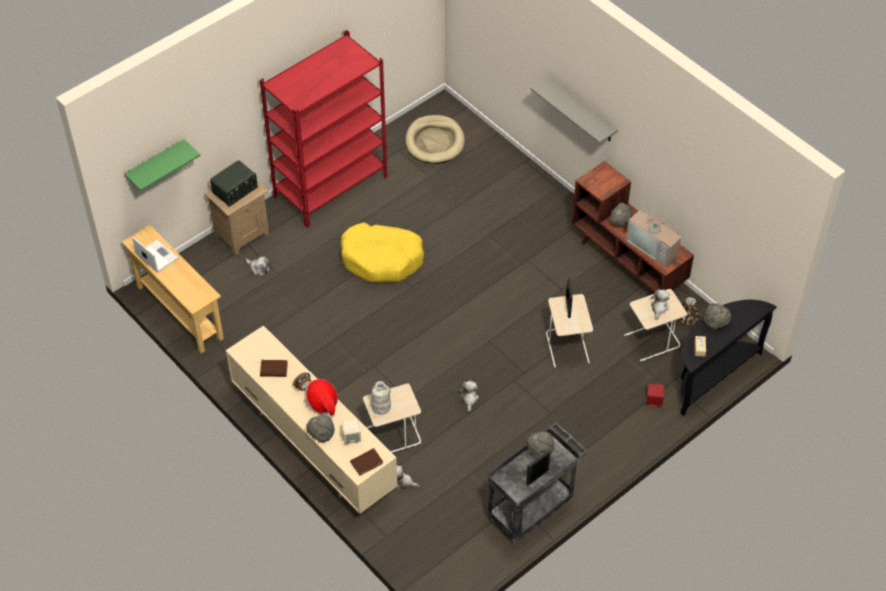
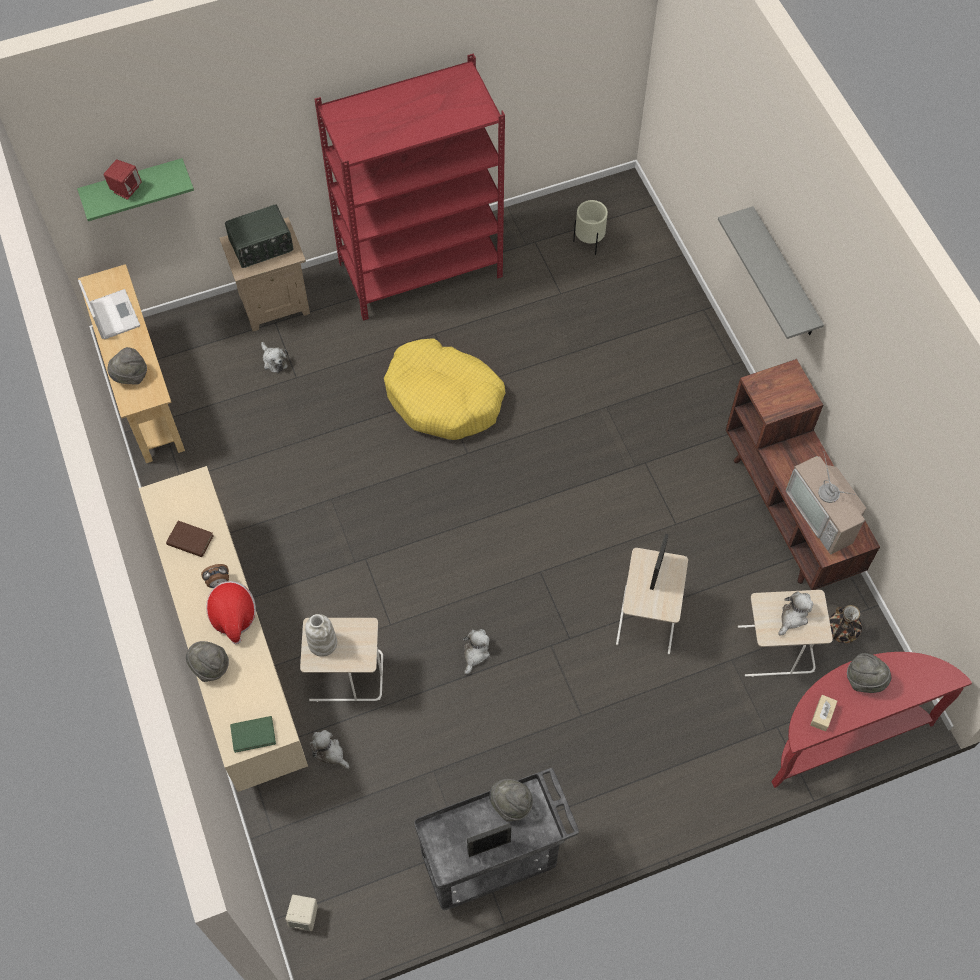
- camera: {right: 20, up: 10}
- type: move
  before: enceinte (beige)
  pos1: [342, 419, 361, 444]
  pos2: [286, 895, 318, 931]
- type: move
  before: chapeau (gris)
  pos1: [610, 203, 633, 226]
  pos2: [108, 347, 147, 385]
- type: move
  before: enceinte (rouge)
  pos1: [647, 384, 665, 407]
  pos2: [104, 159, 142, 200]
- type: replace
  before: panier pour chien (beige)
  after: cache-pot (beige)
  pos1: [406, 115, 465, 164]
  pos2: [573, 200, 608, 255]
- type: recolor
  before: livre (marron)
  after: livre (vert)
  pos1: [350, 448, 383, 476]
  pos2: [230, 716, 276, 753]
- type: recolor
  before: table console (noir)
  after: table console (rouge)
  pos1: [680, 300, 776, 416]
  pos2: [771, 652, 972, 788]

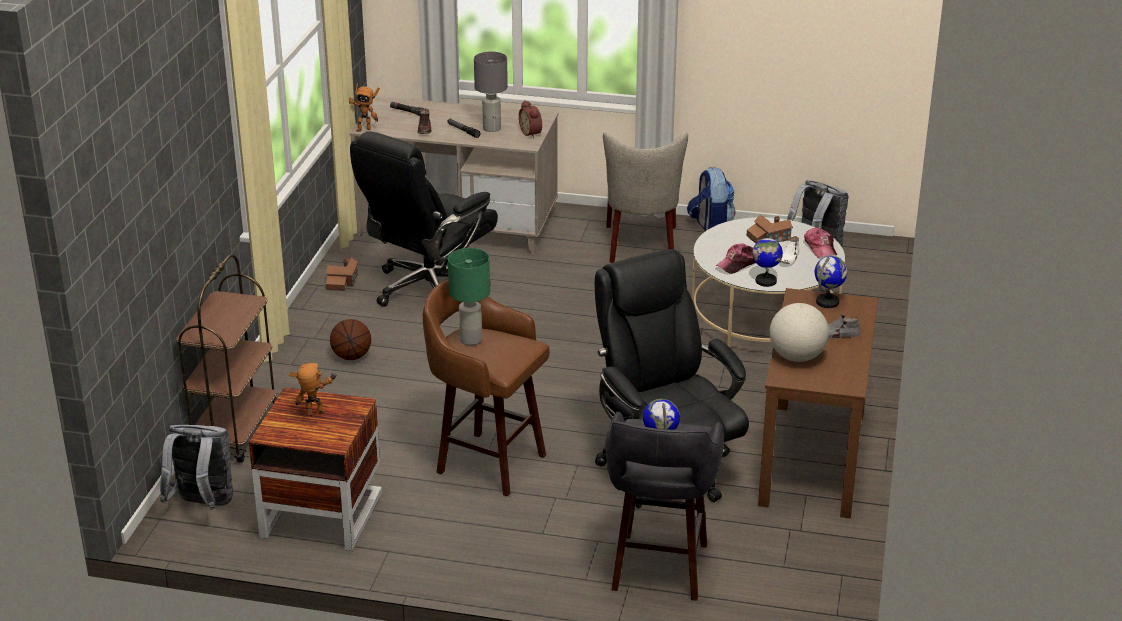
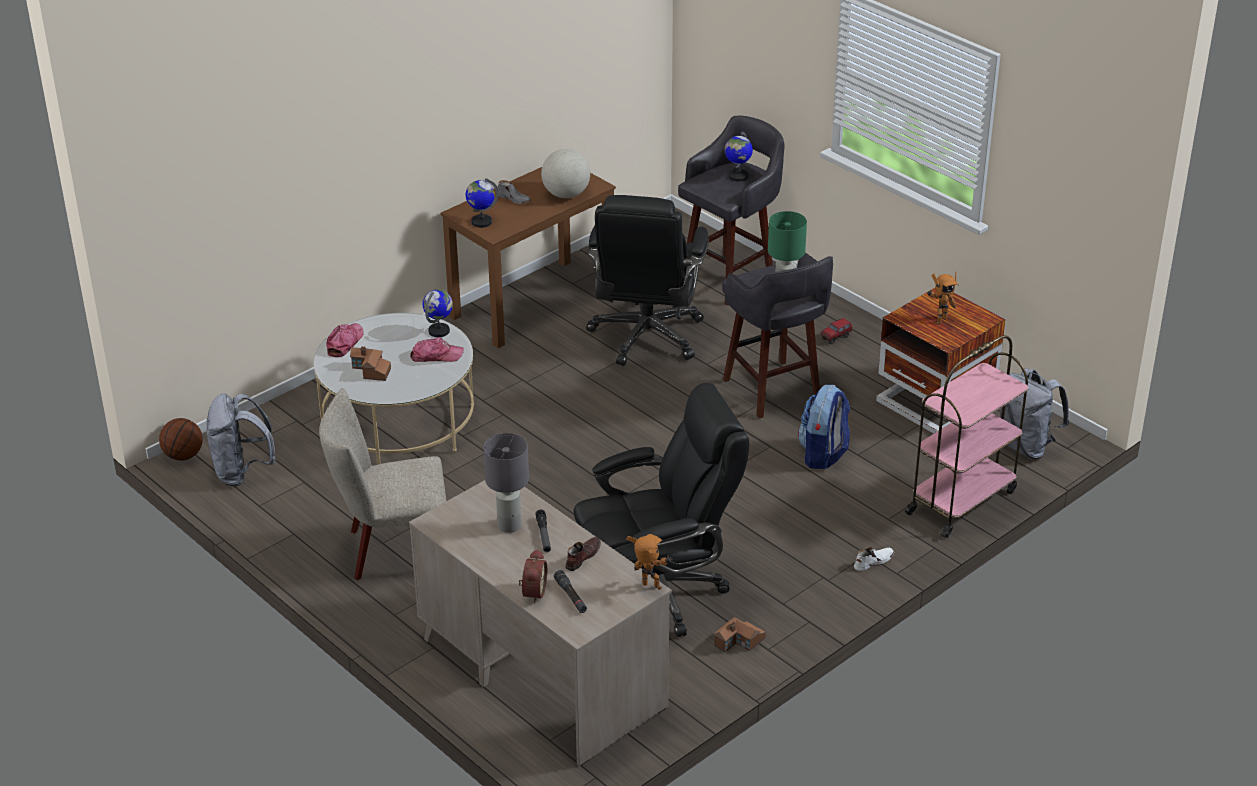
- camera: {right: -145, up: 5}
- type: insert
  after: camion jouet
  pos2: [821, 318, 852, 344]
- type: move
  before: ballon de basket
  pos1: [330, 319, 371, 360]
  pos2: [159, 418, 203, 461]
- type: move
  before: réveil
  pos1: [519, 100, 542, 138]
  pos2: [519, 549, 547, 603]
- type: move
  before: sac à dos
  pos1: [687, 167, 735, 231]
  pos2: [798, 385, 850, 469]
- type: move
  before: chaussure (blanc)
  pos1: [780, 236, 799, 264]
  pos2: [854, 547, 894, 571]
- type: recolor
  before: chariot (marron)
  after: chariot (rose)
  pos1: [176, 254, 277, 463]
  pos2: [905, 335, 1029, 538]
- type: recolor
  before: tabouret (marron)
  after: tabouret (gris)
  pos1: [423, 279, 549, 496]
  pos2: [722, 253, 833, 419]
- type: rotate
  before: robot jouet
  pos1: [289, 363, 337, 416]
  pos2: [927, 271, 959, 325]
  turn: -60
- type: rotate
  before: chaise (beige)
  pos1: [603, 132, 688, 263]
  pos2: [319, 389, 446, 580]
  turn: -135

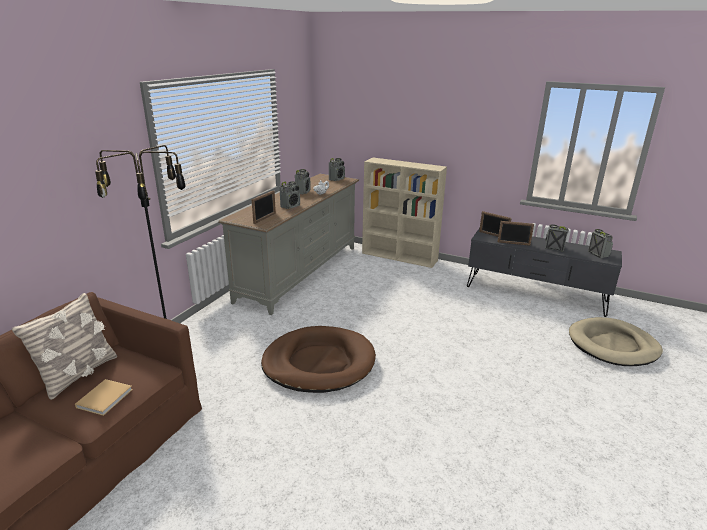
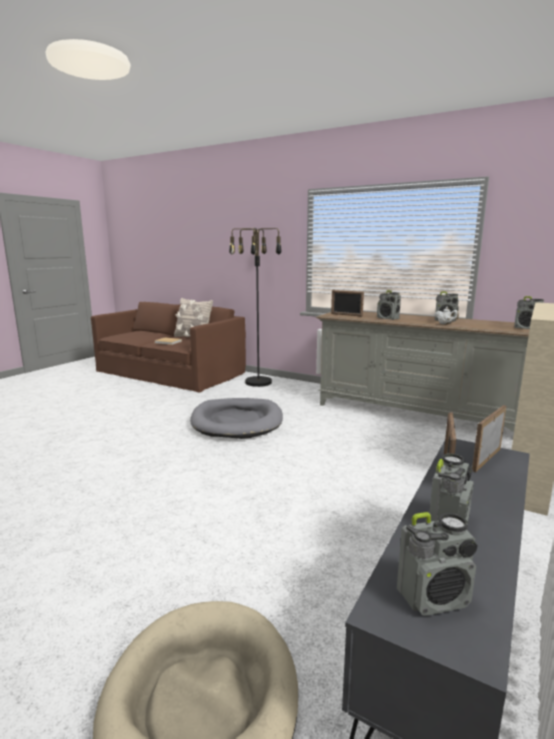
- camera: {right: 95, up: -10}
- type: recolor
  before: panier pour chien (marron)
  after: panier pour chien (gris)
  pos1: [261, 326, 376, 393]
  pos2: [190, 398, 283, 439]

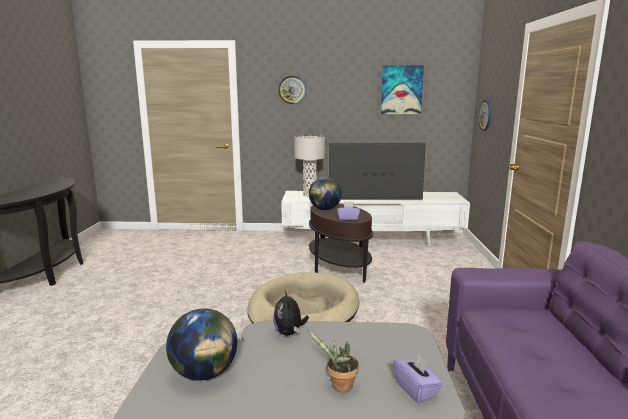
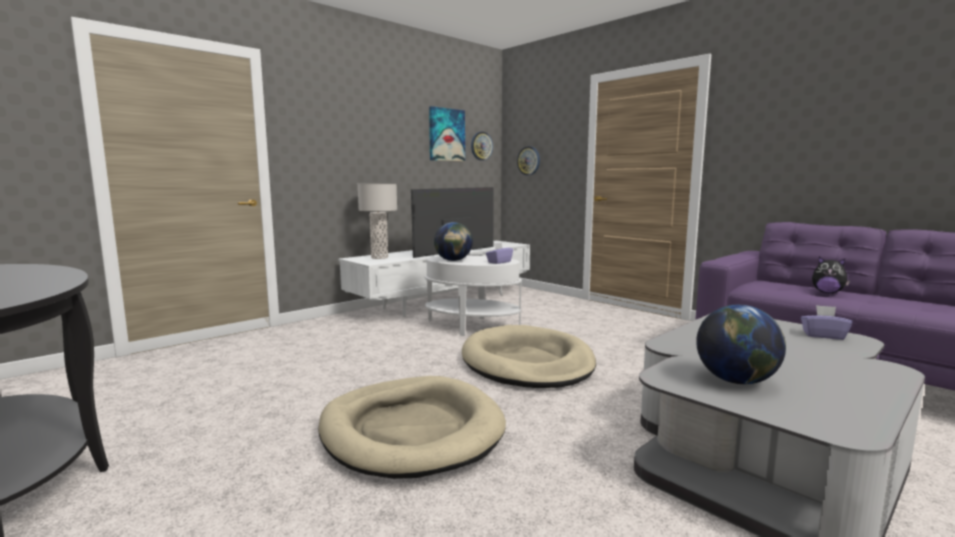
- camera: {right: -45, up: -5}
- type: delete
  before: plante en pot
  pos1: [307, 330, 359, 392]
- type: insert
  after: panier pour chien (beige)
  pos2: [318, 376, 506, 479]
- type: move
  before: peluche
  pos1: [273, 290, 309, 336]
  pos2: [812, 257, 850, 293]
- type: move
  before: horloge murale
  pos1: [278, 76, 306, 104]
  pos2: [471, 132, 493, 161]
- type: recolor
  before: table d'appoint (marron)
  after: table d'appoint (blanc)
  pos1: [309, 203, 373, 283]
  pos2: [424, 256, 522, 336]

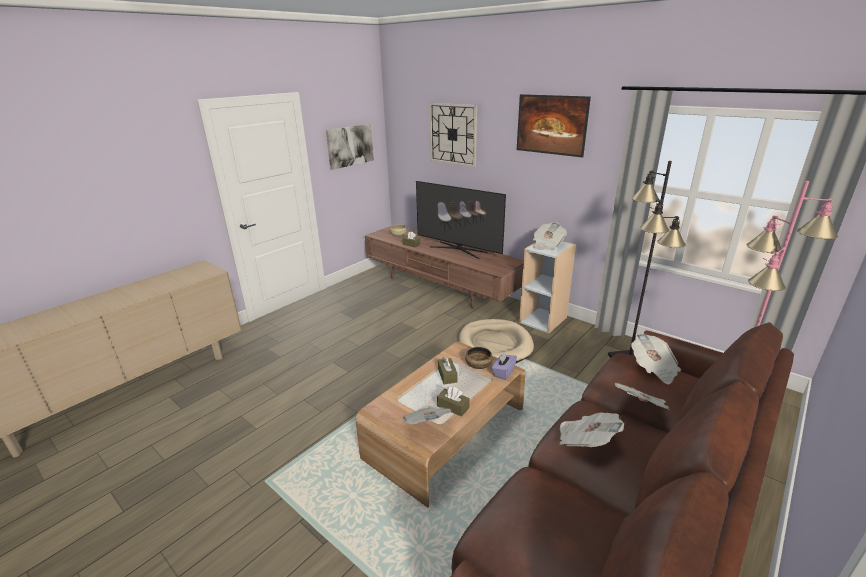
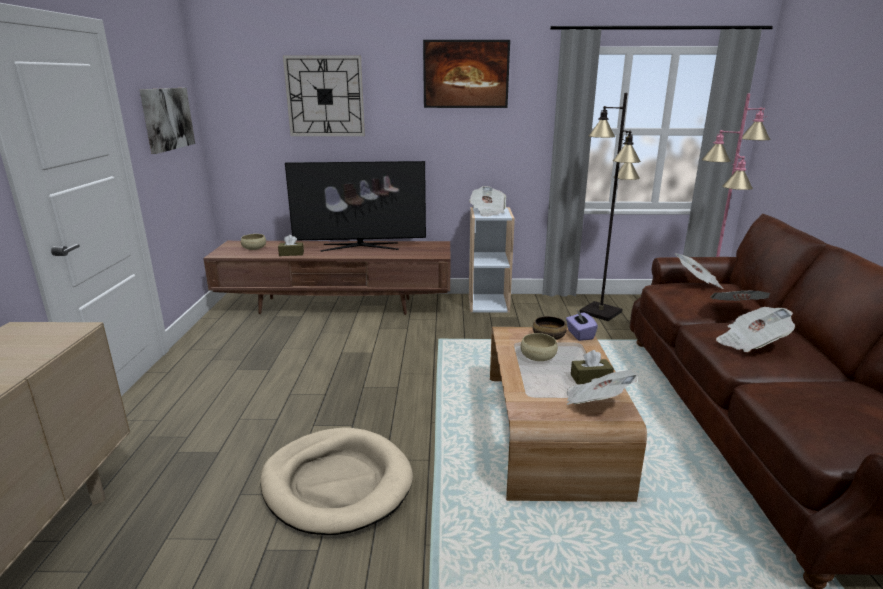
- camera: {right: -40, up: -5}
- type: move
  before: panier pour chien (beige)
  pos1: [459, 319, 534, 363]
  pos2: [260, 427, 413, 535]
- type: replace
  before: boîte à mouchoirs (marron)
  after: bol (beige)
  pos1: [438, 357, 458, 384]
  pos2: [520, 333, 558, 361]

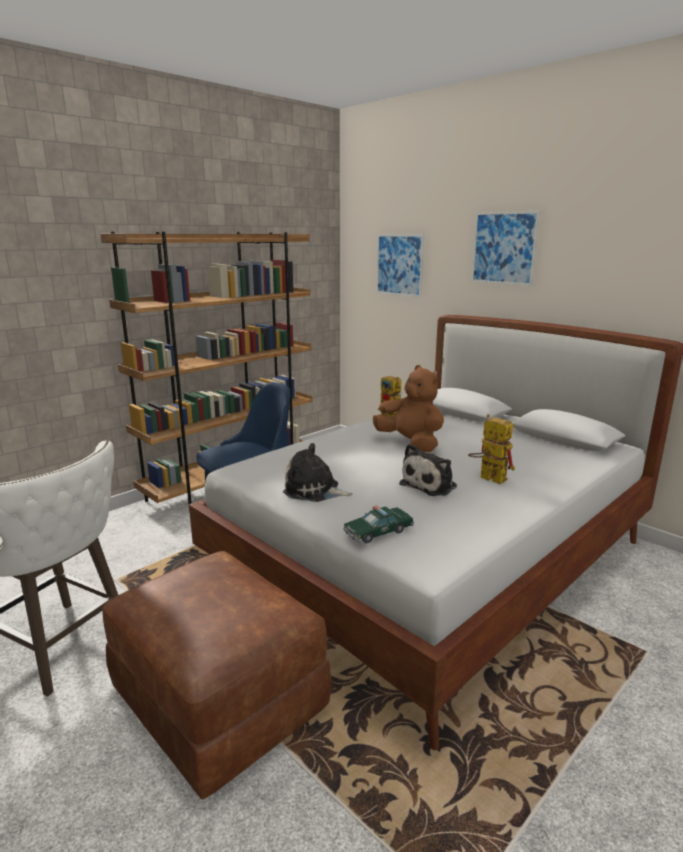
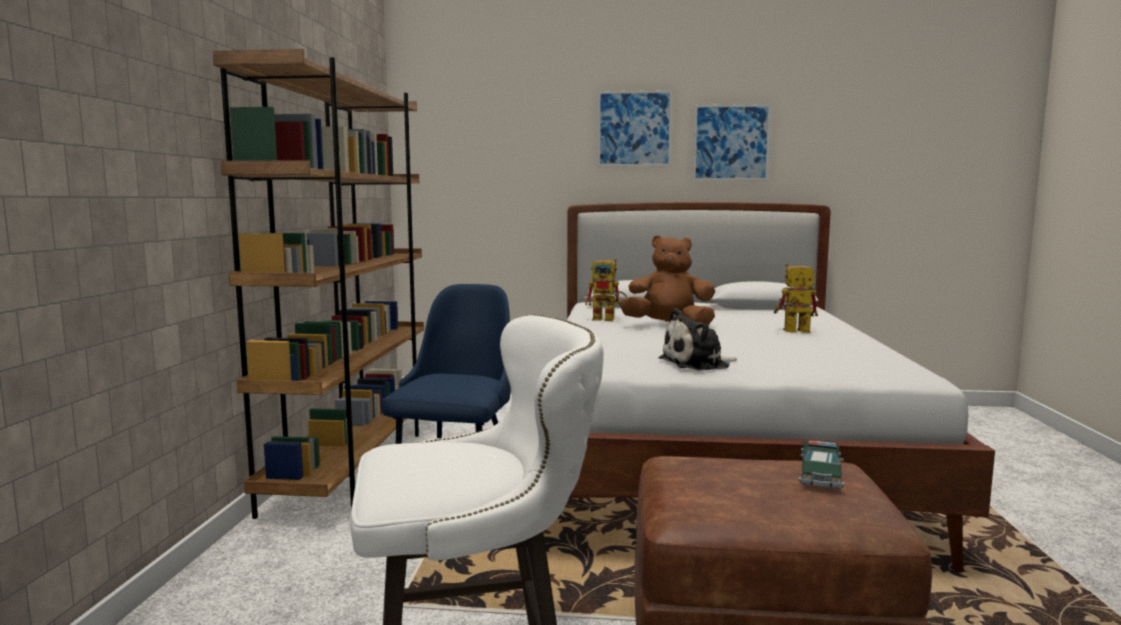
- camera: {right: -40, up: -10}
- type: delete
  before: peluche
  pos1: [399, 444, 457, 496]
- type: move
  before: petite voiture
  pos1: [343, 506, 414, 543]
  pos2: [799, 440, 845, 488]
- type: move
  before: tableau
  pos1: [376, 234, 424, 297]
  pos2: [693, 104, 771, 181]

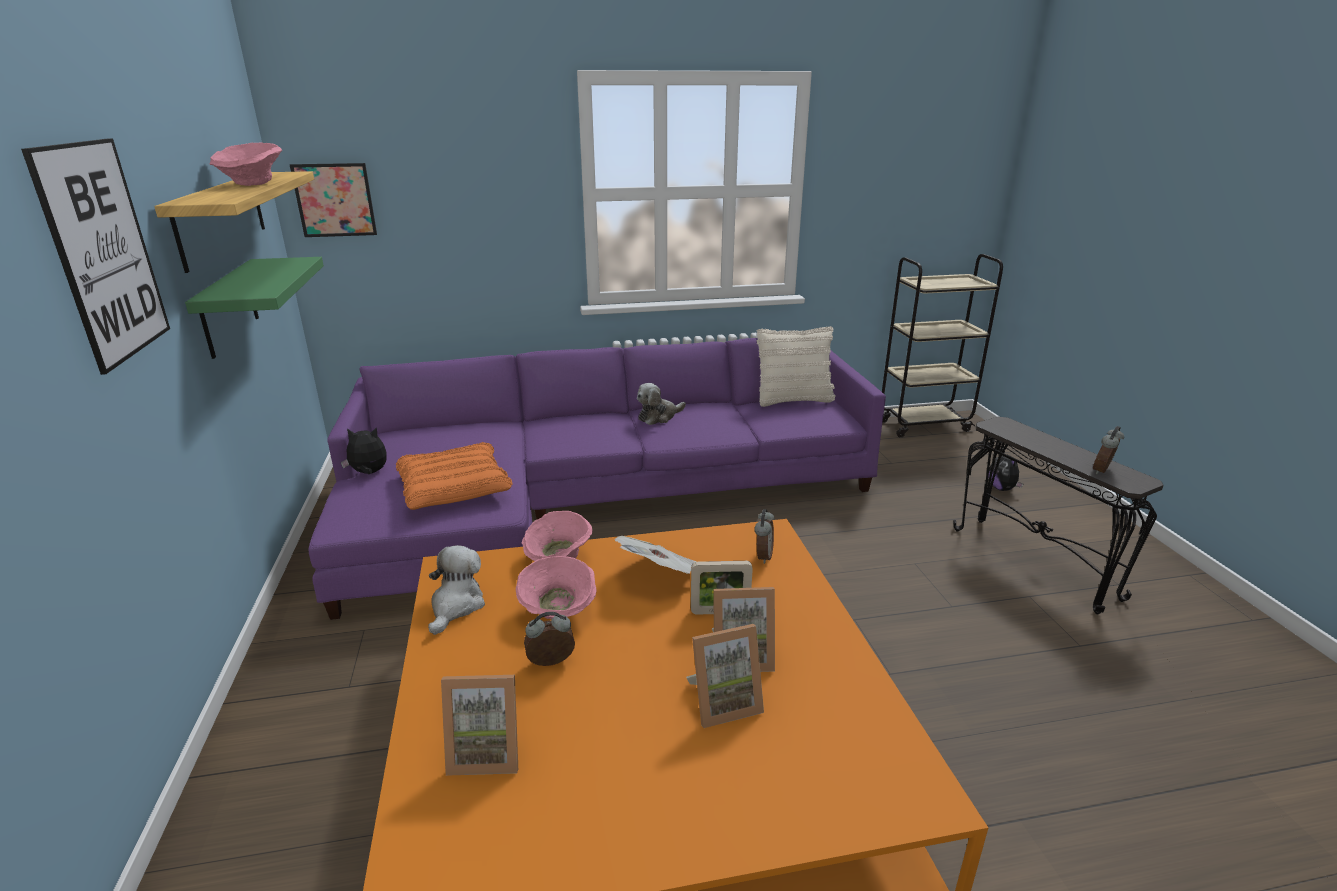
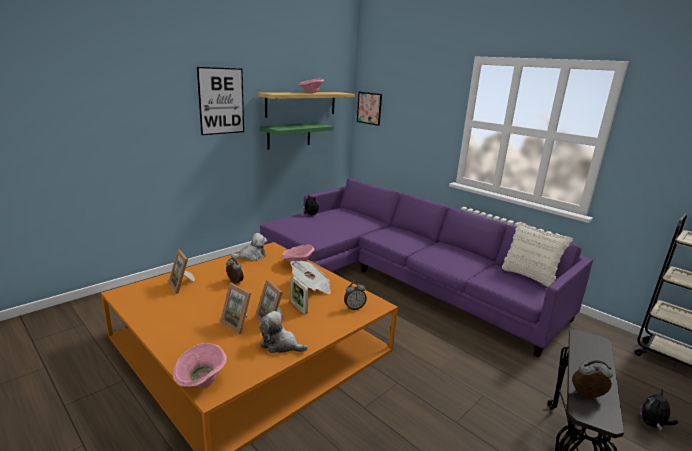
- camera: {right: 55, up: -5}
- type: delete
  before: coussin (orange)
  pos1: [396, 442, 513, 510]
- type: move
  before: bol (rose)
  pos1: [516, 556, 596, 619]
  pos2: [173, 343, 227, 387]
- type: move
  before: peluche
  pos1: [637, 383, 686, 425]
  pos2: [259, 311, 308, 353]

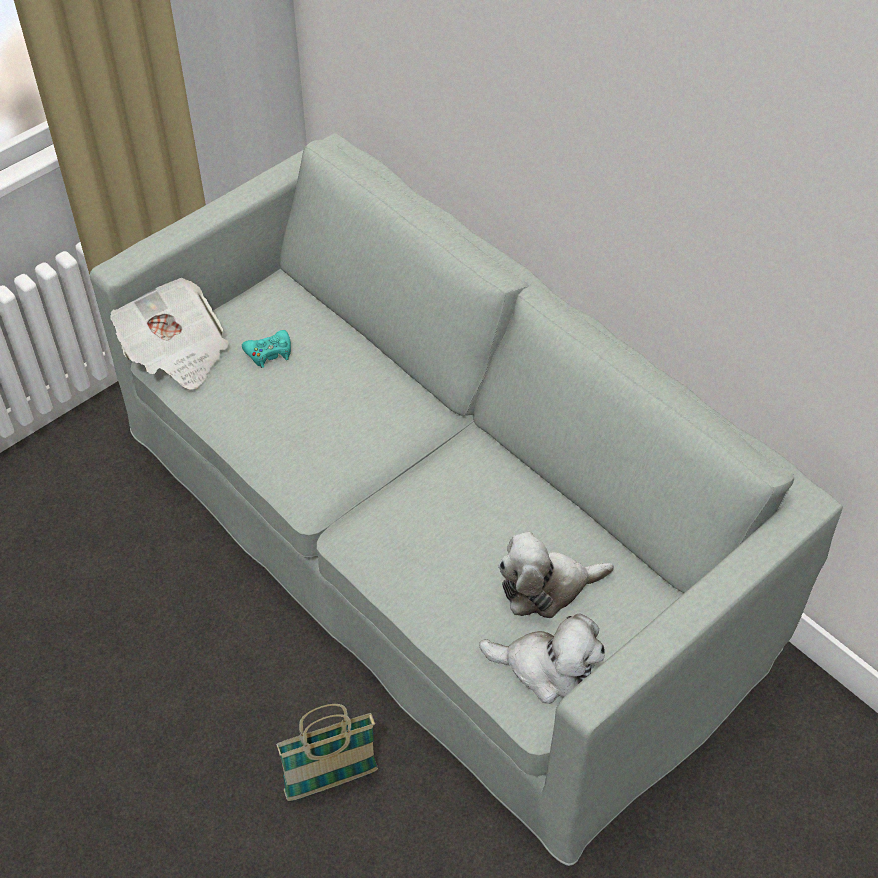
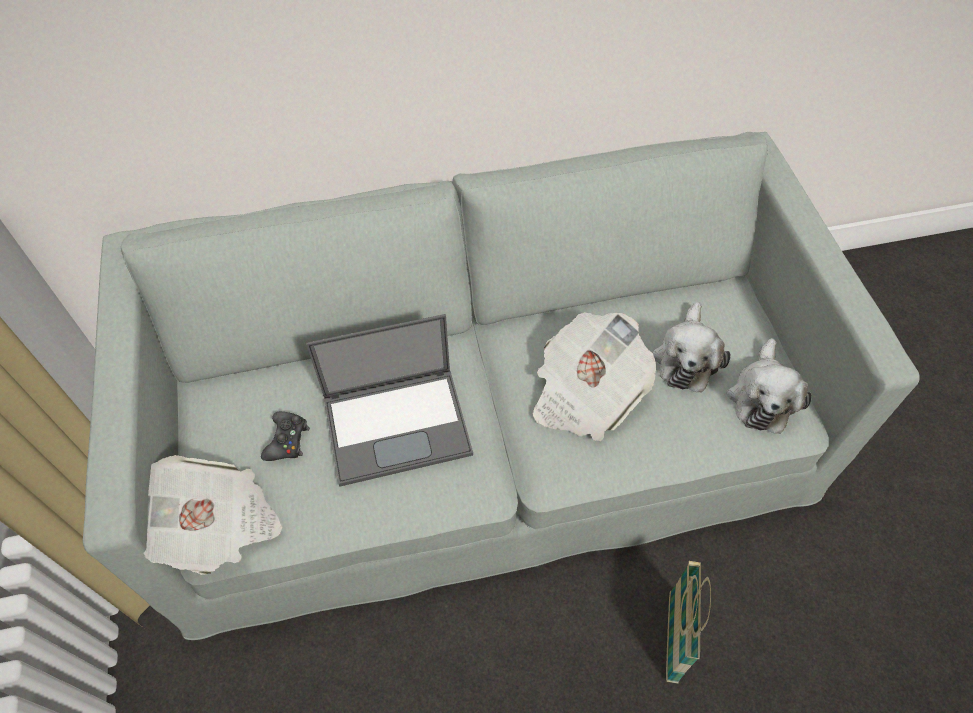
- camera: {right: -60, up: 5}
- type: insert
  after: ordinateur portable
  pos2: [306, 314, 473, 487]
- type: insert
  after: journal
  pos2: [533, 312, 656, 441]
- type: recolor
  before: manette (turquoise)
  after: manette (noir)
  pos1: [242, 330, 291, 368]
  pos2: [261, 412, 310, 461]
- type: rotate
  before: peluche
  pos1: [479, 613, 605, 704]
  pos2: [727, 338, 812, 434]
  turn: 150

